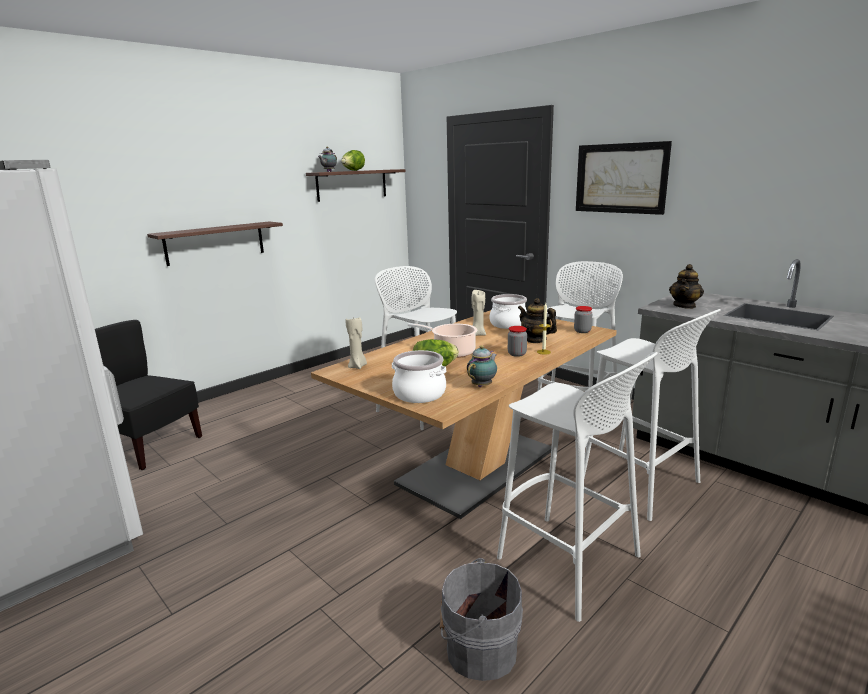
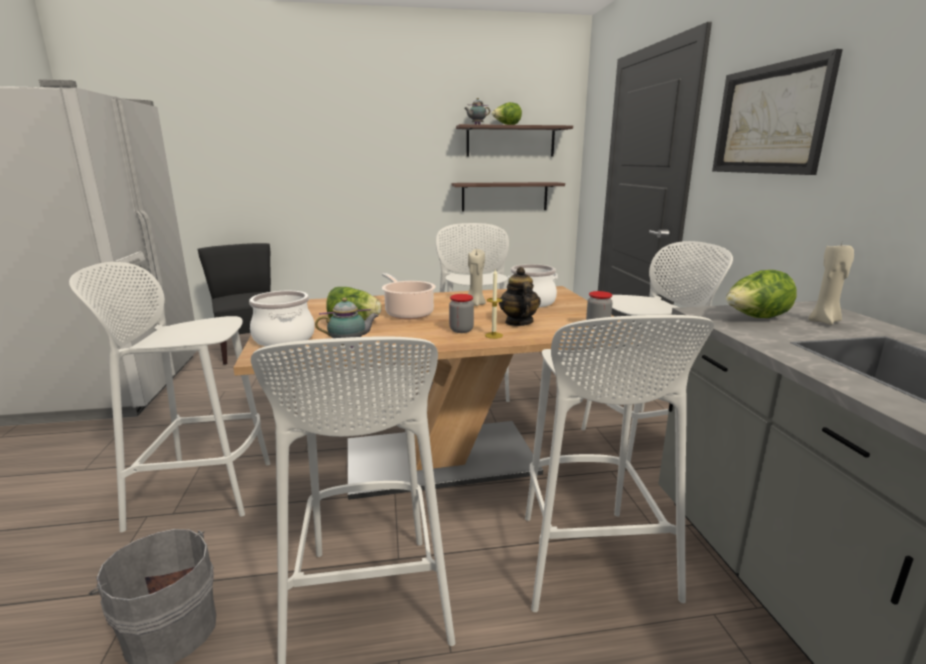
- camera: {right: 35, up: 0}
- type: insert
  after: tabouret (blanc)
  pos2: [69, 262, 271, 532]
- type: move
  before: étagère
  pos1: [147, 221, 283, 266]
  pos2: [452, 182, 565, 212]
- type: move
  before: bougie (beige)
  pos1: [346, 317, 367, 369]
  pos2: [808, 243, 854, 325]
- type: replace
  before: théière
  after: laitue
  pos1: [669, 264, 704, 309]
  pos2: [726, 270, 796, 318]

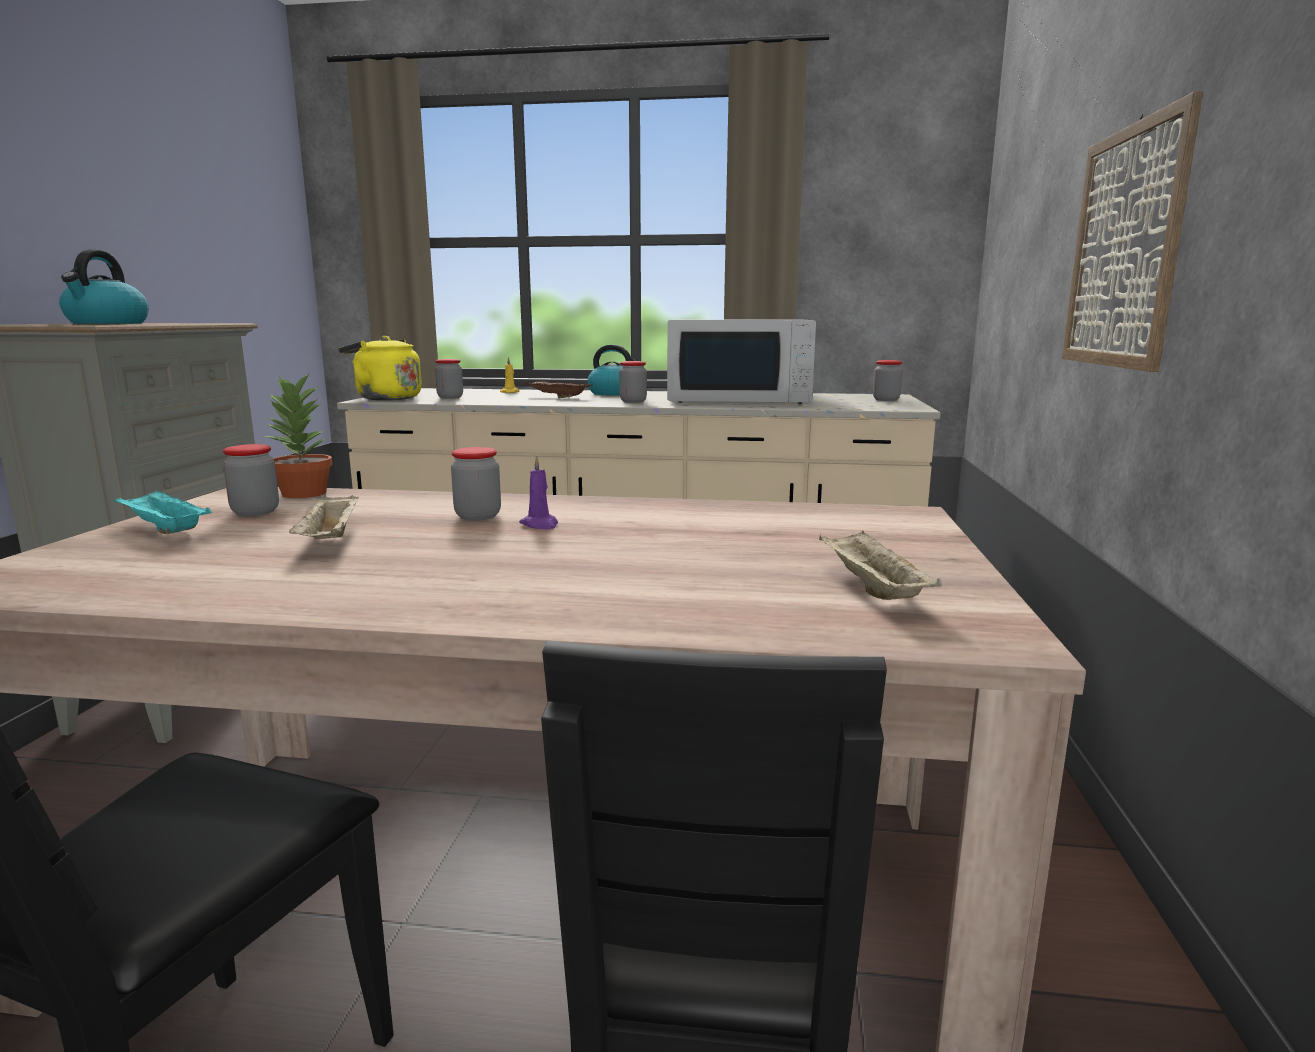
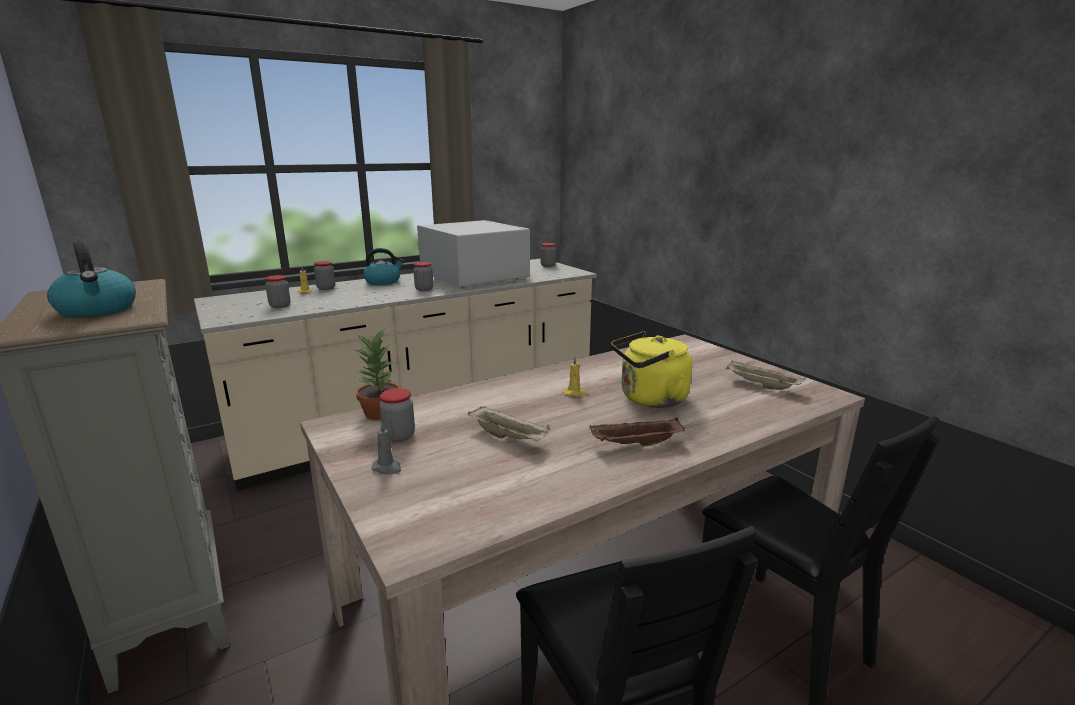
- camera: {right: -40, up: 5}
- type: delete
  before: tableau
  pos1: [1062, 91, 1203, 372]
- type: move
  before: bouilloire (jaune)
  pos1: [339, 336, 422, 400]
  pos2: [611, 331, 692, 408]
- type: move
  before: bocal
  pos1: [451, 447, 501, 521]
  pos2: [314, 261, 335, 290]
- type: move
  before: plateau (marron)
  pos1: [524, 380, 593, 398]
  pos2: [589, 417, 685, 447]
- type: replace
  before: plateau (turquoise)
  after: bougie (gris)
  pos1: [114, 489, 211, 534]
  pos2: [371, 422, 401, 474]
- type: recolor
  before: bougie (violet)
  after: bougie (jaune)
  pos1: [519, 455, 558, 529]
  pos2: [563, 356, 587, 396]
- type: rotate
  before: micro-ondes (blanc)
  pos1: [667, 319, 816, 404]
  pos2: [417, 220, 530, 287]
  turn: -90

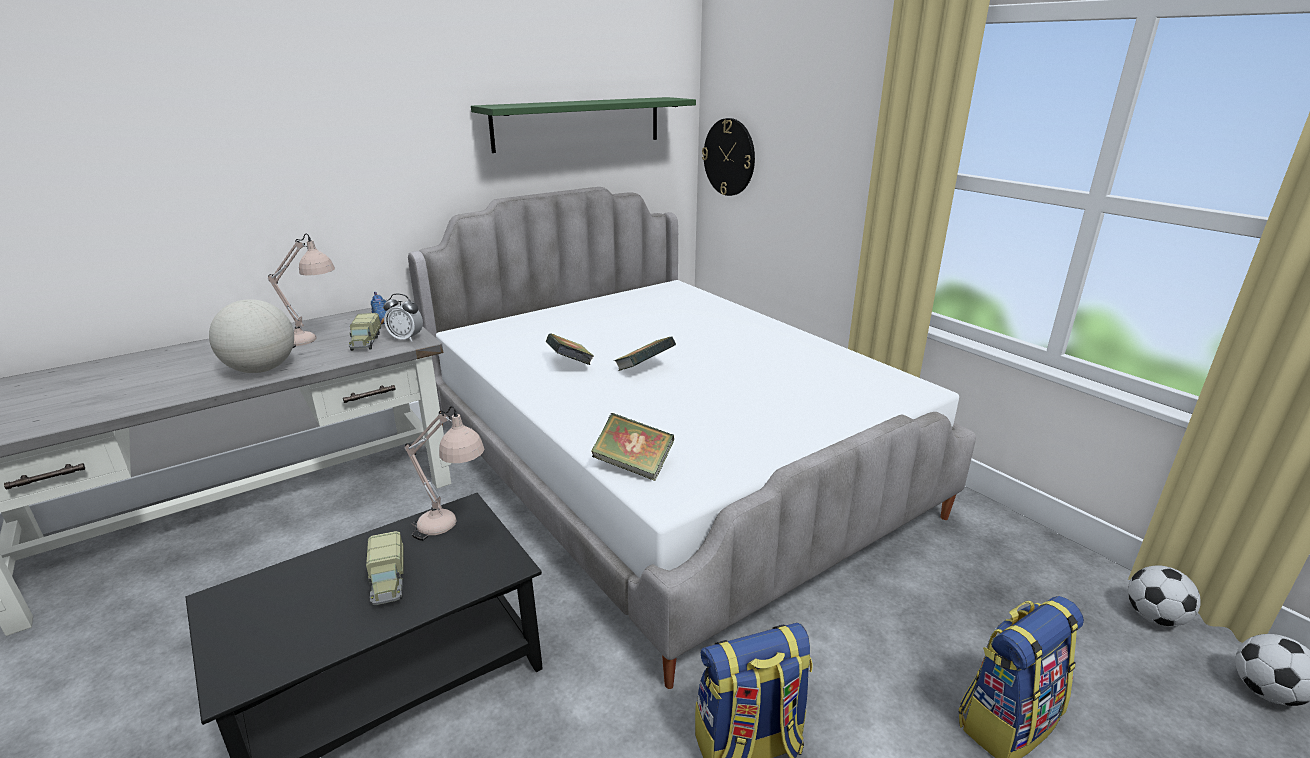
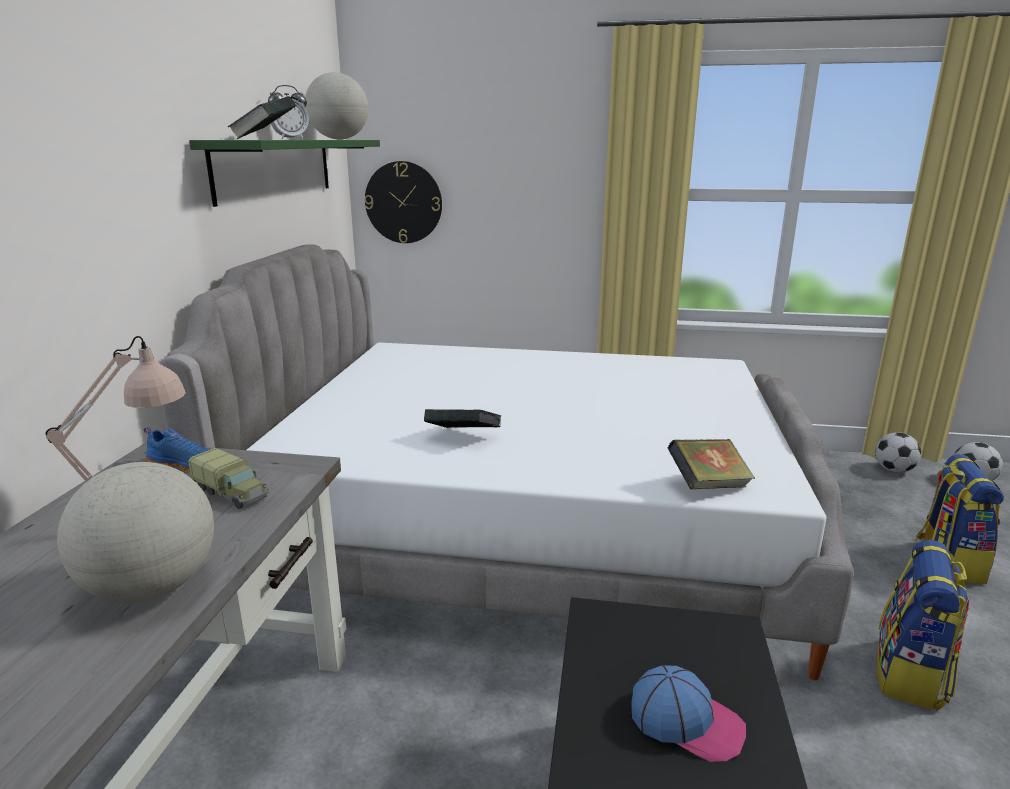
- camera: {right: -45, up: -5}
- type: delete
  before: lampe de table (beige)
  pos1: [404, 406, 484, 541]
- type: insert
  after: globe
  pos2: [305, 72, 368, 140]
- type: move
  before: réveil
  pos1: [383, 293, 423, 342]
  pos2: [268, 85, 309, 139]
- type: move
  before: livre
  pos1: [614, 336, 676, 371]
  pos2: [228, 96, 296, 139]
- type: replace
  before: camion jouet
  after: casquette
  pos1: [366, 531, 404, 605]
  pos2: [631, 665, 746, 762]

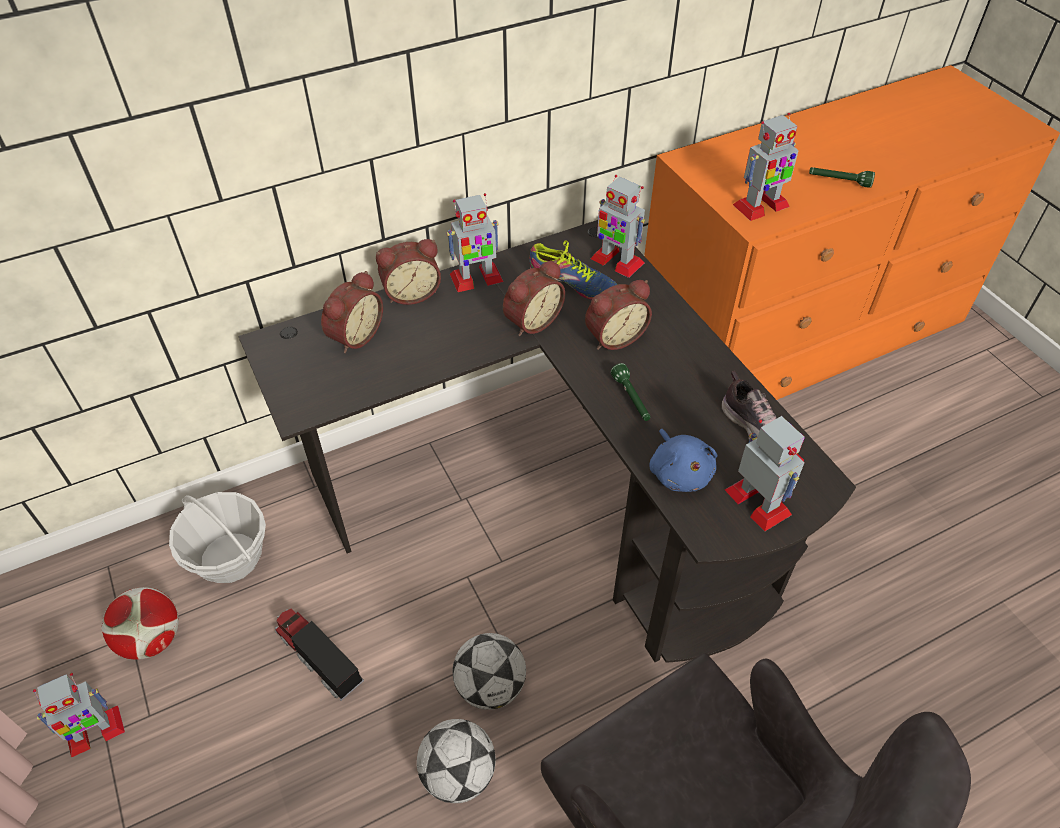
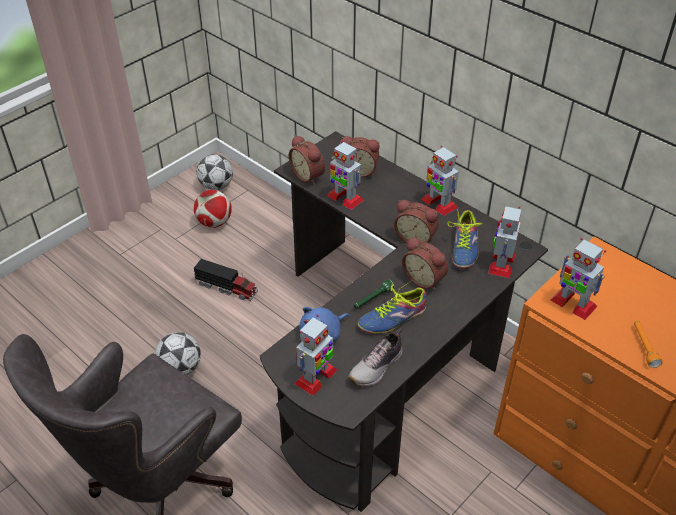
- camera: {right: 70, up: -5}
- type: delete
  before: panier
  pos1: [169, 492, 266, 583]
- type: insert
  after: chaussure
  pos2: [358, 280, 427, 334]
- type: move
  before: robot jouet
  pos1: [33, 673, 125, 758]
  pos2: [327, 141, 364, 210]
- type: move
  before: réveil
  pos1: [376, 239, 441, 305]
  pos2: [289, 135, 325, 185]
- type: move
  before: ballon de foot
  pos1: [452, 633, 526, 710]
  pos2: [197, 154, 233, 190]
- type: recolor
  before: lampe de poche (vert)
  after: lampe de poche (orange)
  pos1: [809, 167, 875, 188]
  pos2: [634, 320, 662, 368]
- type: rotate
  before: camion jouet
  pos1: [275, 608, 364, 701]
  pos2: [194, 259, 258, 301]
  turn: 90

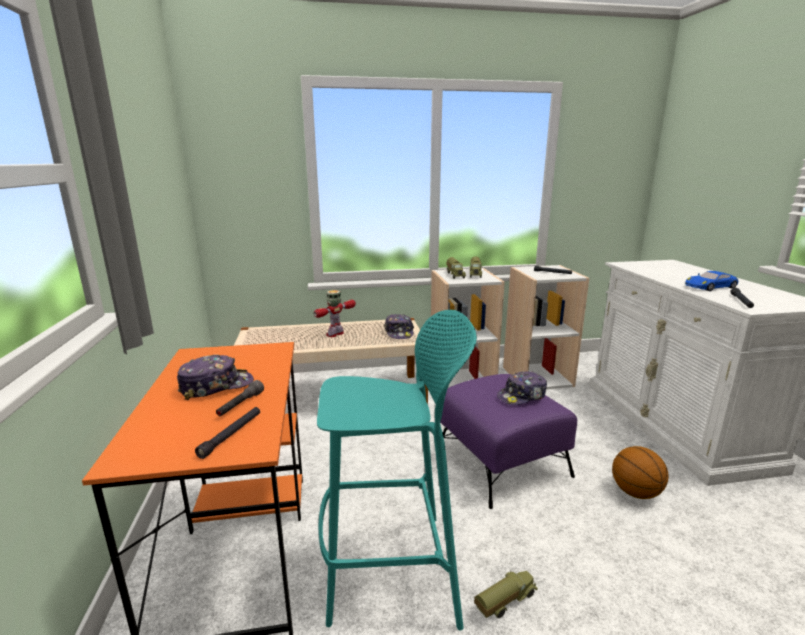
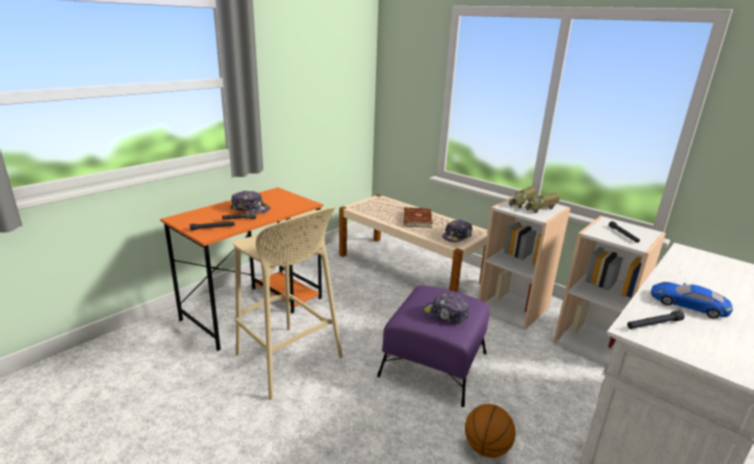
- camera: {right: 50, up: 5}
- type: delete
  before: camion jouet
  pos1: [474, 571, 538, 618]
- type: replace
  before: robot jouet
  after: livre (marron)
  pos1: [314, 290, 356, 337]
  pos2: [404, 207, 433, 228]
- type: recolor
  before: tabouret (turquoise)
  after: tabouret (beige)
  pos1: [317, 310, 477, 631]
  pos2: [232, 207, 343, 400]

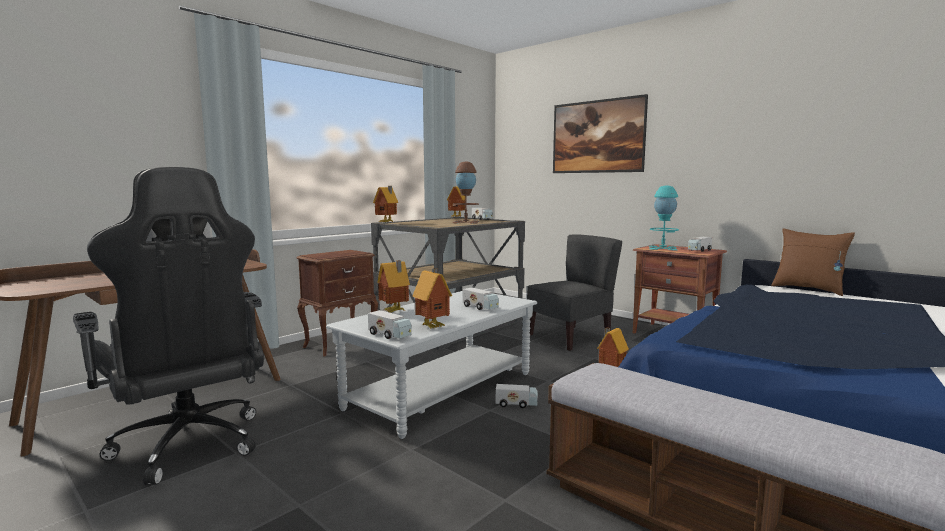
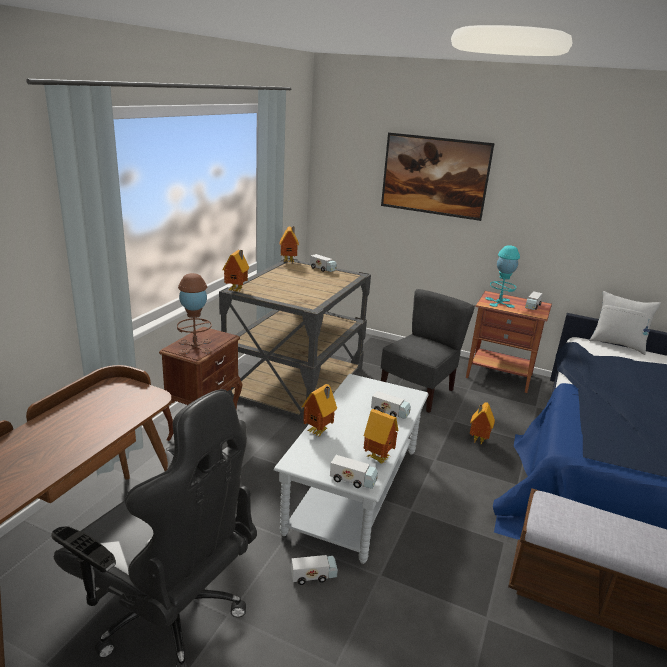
- camera: {right: -20, up: 15}
- type: move
  before: lampe de table (marron)
  pos1: [452, 162, 479, 224]
  pos2: [177, 273, 212, 354]
- type: move
  before: camion jouet
  pos1: [496, 384, 538, 408]
  pos2: [291, 555, 338, 585]
- type: recolor
  before: coussin (marron)
  after: coussin (gris)
  pos1: [771, 228, 855, 296]
  pos2: [589, 291, 661, 355]

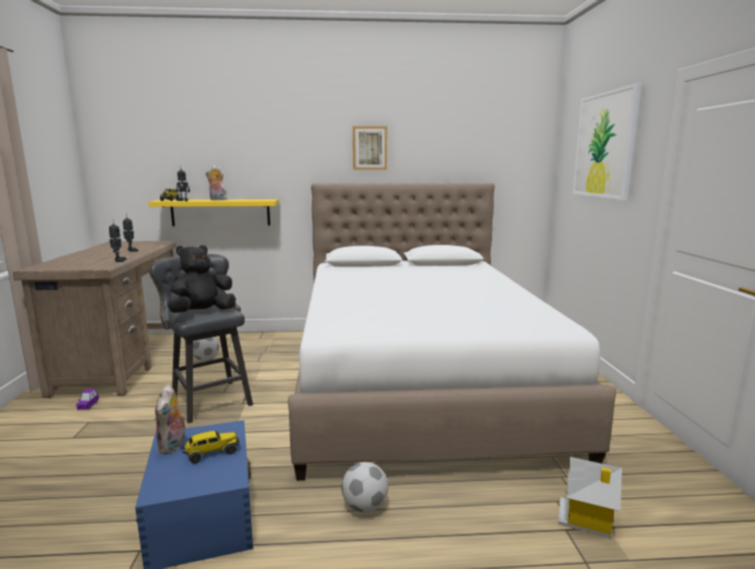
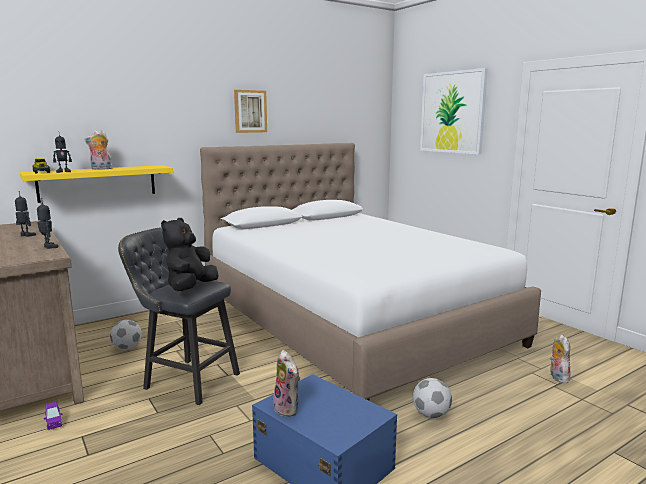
- camera: {right: -30, up: 0}
- type: delete
  before: camion jouet
  pos1: [181, 431, 240, 463]
- type: replace
  before: maison miniature
  after: peluche
  pos1: [558, 457, 622, 538]
  pos2: [550, 335, 571, 383]

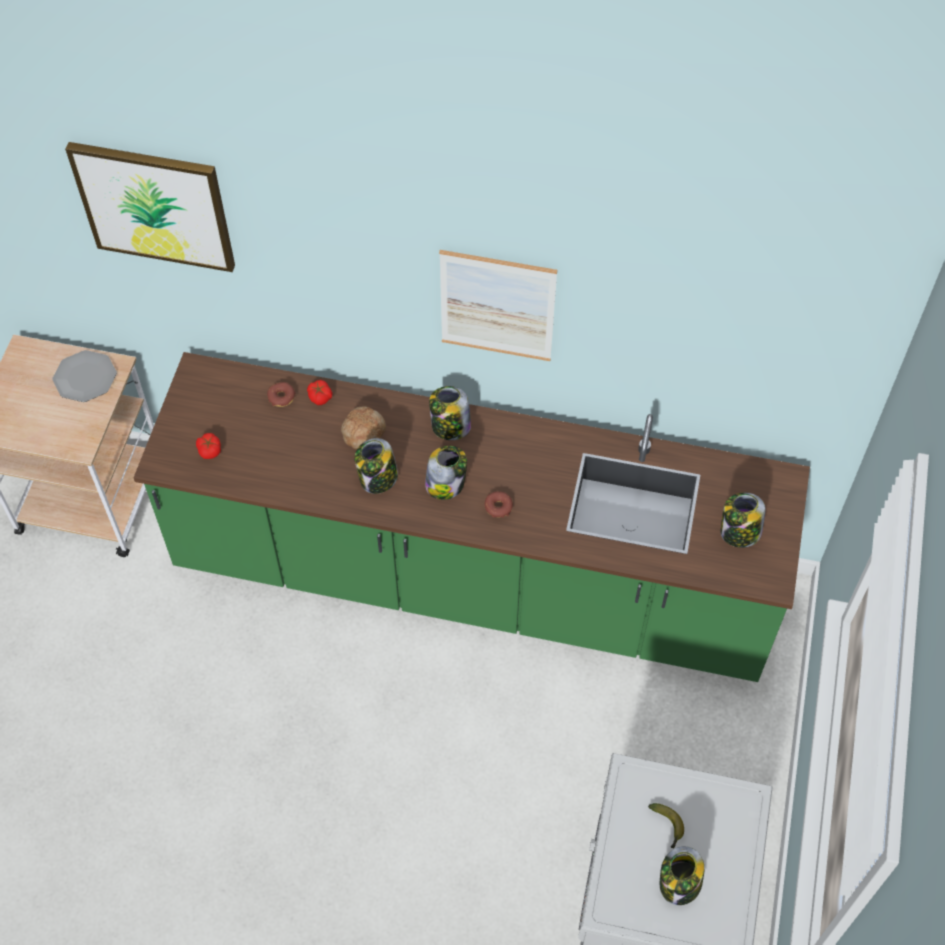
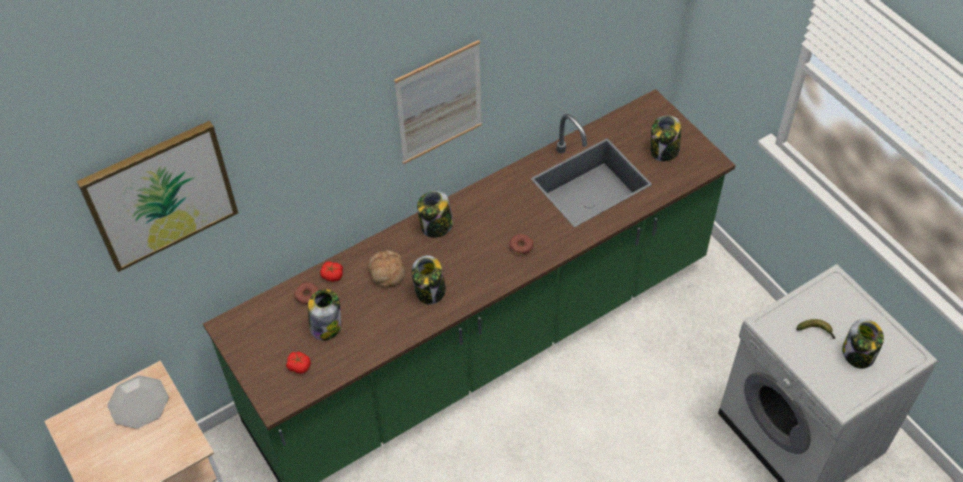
- camera: {right: -45, up: -5}
- type: move
  before: bocal
  pos1: [425, 446, 467, 500]
  pos2: [308, 289, 341, 341]

